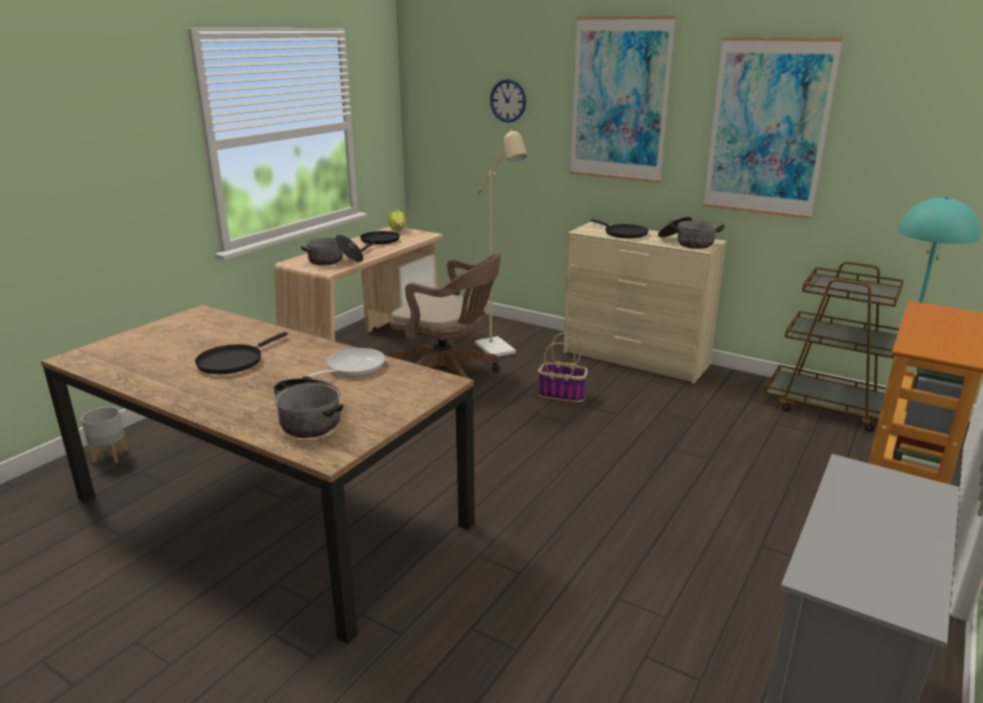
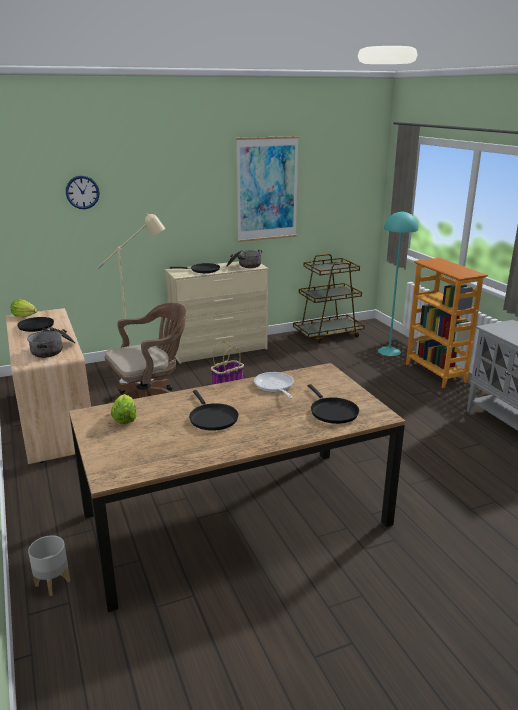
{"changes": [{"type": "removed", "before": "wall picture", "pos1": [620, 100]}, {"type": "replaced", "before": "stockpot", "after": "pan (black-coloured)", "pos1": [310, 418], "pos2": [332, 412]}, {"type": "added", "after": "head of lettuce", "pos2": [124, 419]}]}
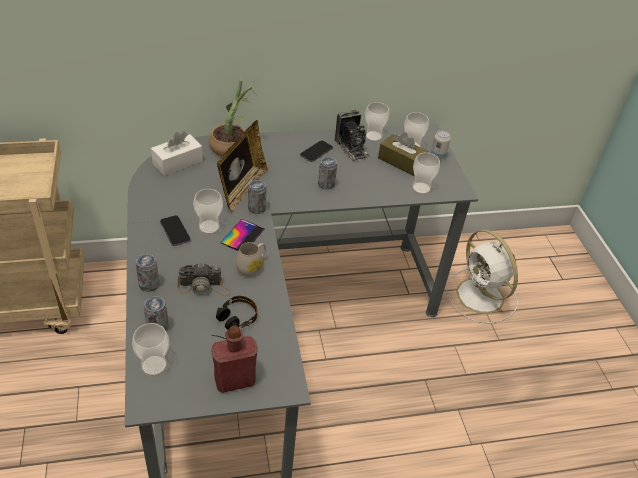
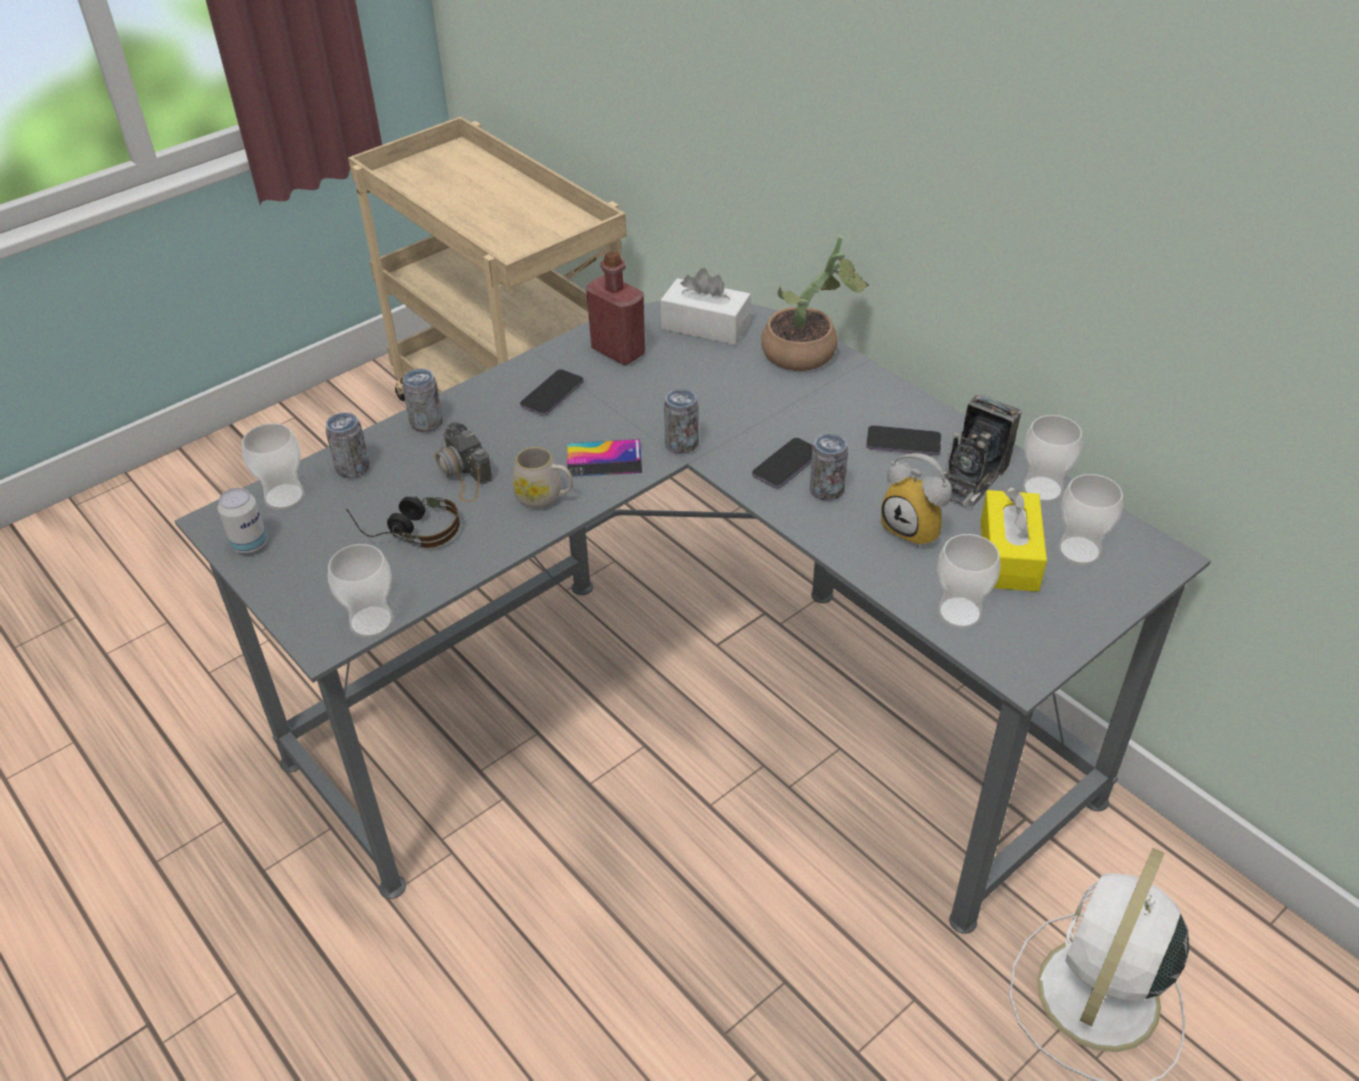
{"changes": [{"type": "removed", "before": "photo frame", "pos1": [242, 189]}, {"type": "moved", "before": "sealed can", "pos1": [438, 156], "pos2": [250, 544]}, {"type": "recoloured", "before": "tissue box (brown)", "after": "tissue box (yellow)", "pos1": [401, 162], "pos2": [1009, 555]}, {"type": "moved", "before": "drinking cup", "pos1": [209, 227], "pos2": [371, 622]}, {"type": "moved", "before": "bottle (red)", "pos1": [235, 380], "pos2": [618, 351]}, {"type": "added", "after": "handset", "pos2": [786, 465]}, {"type": "added", "after": "bedside clock", "pos2": [917, 529]}]}
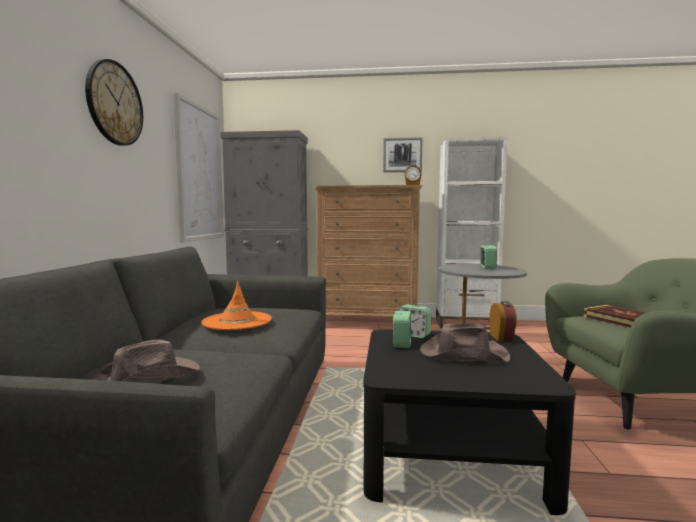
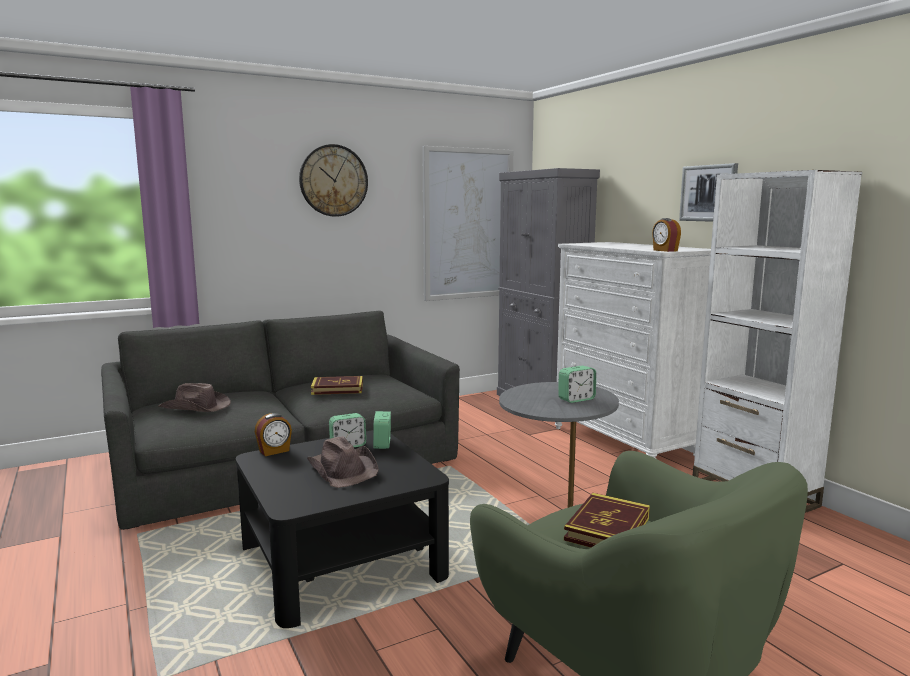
{"changes": [{"type": "recoloured", "before": "drawer chest (brown)", "after": "drawer chest (white-coloured)", "pos1": [368, 322], "pos2": [624, 443]}, {"type": "replaced", "before": "wearable hat (orange-coloured)", "after": "book", "pos1": [237, 321], "pos2": [337, 389]}, {"type": "moved", "before": "bedside clock", "pos1": [502, 337], "pos2": [274, 451]}]}
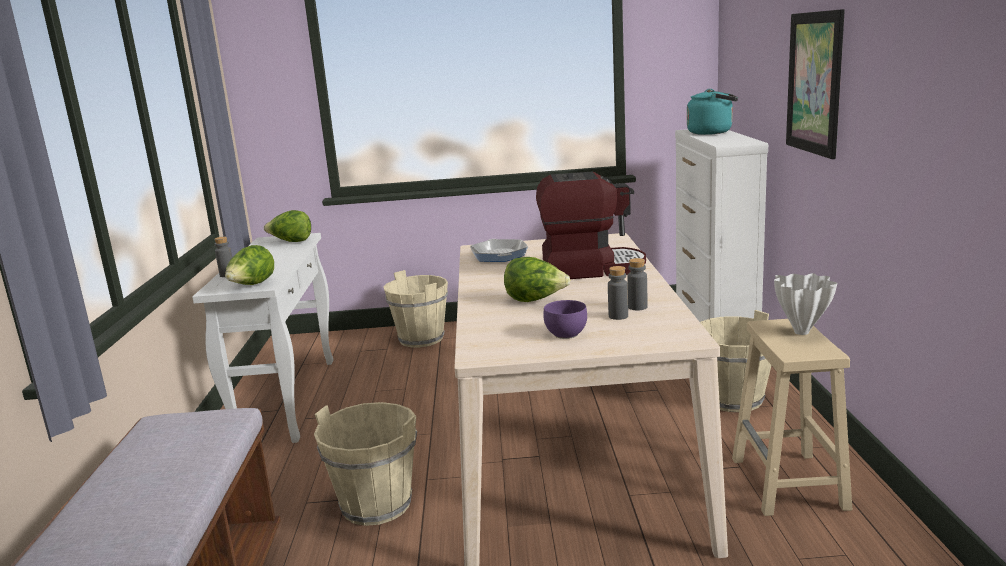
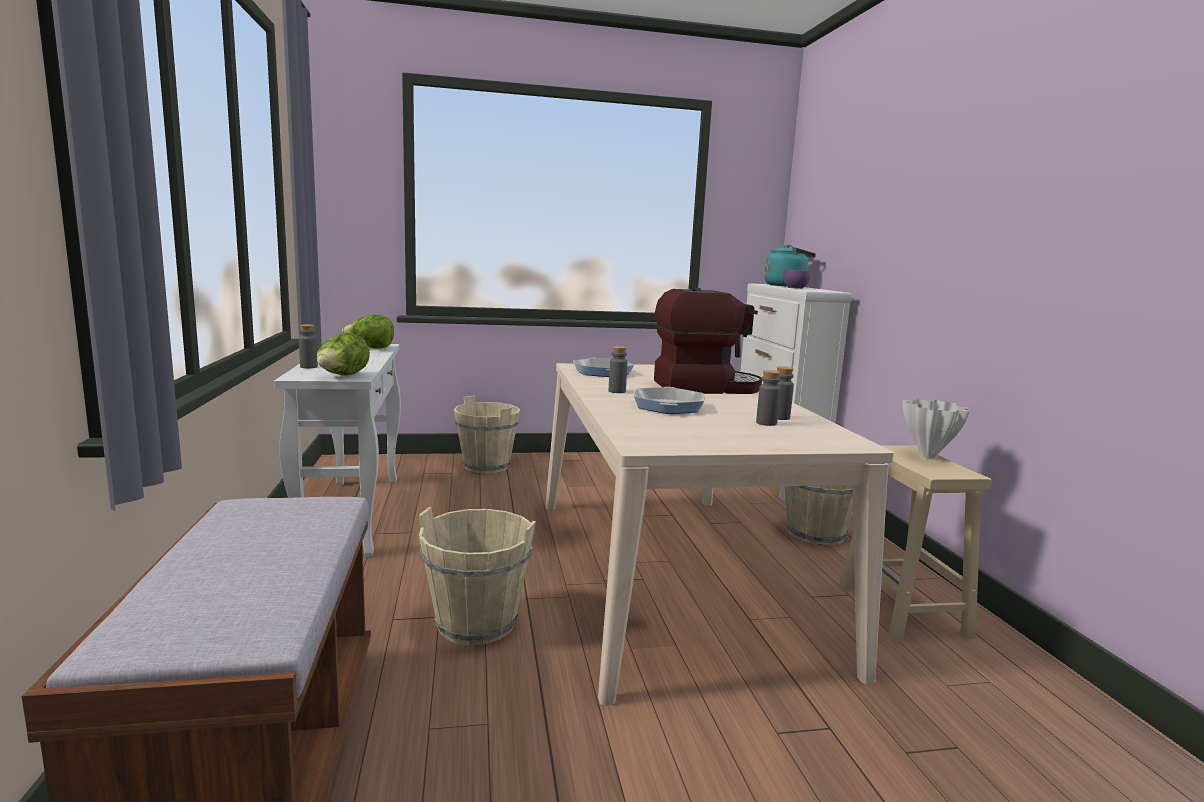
{"changes": [{"type": "removed", "before": "wall picture", "pos1": [814, 83]}, {"type": "replaced", "before": "head of lettuce", "after": "pan", "pos1": [535, 300], "pos2": [668, 406]}, {"type": "moved", "before": "deep dish (purple-coloured)", "pos1": [565, 334], "pos2": [794, 288]}, {"type": "added", "after": "bottle (grey)", "pos2": [617, 391]}]}
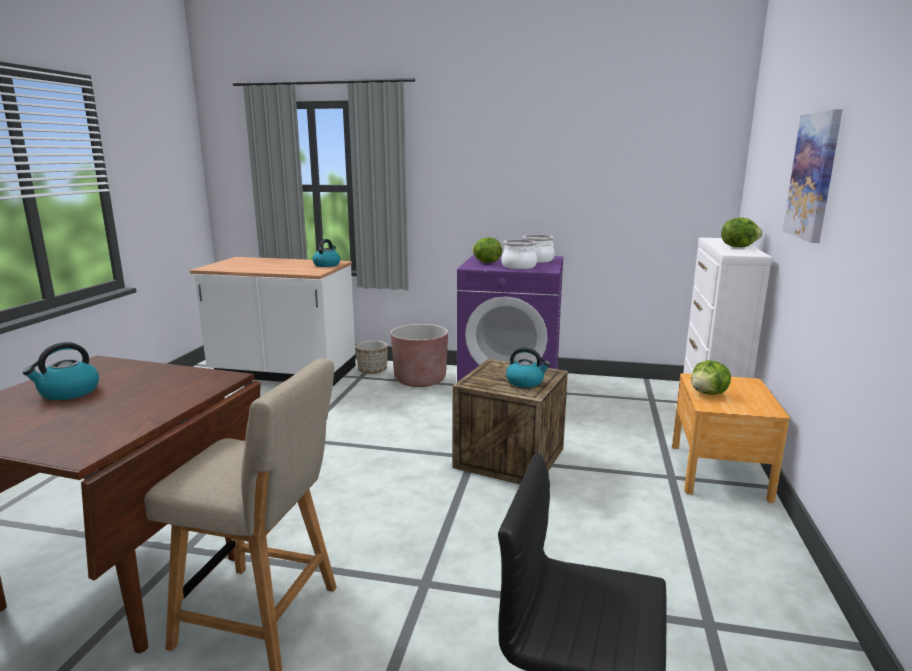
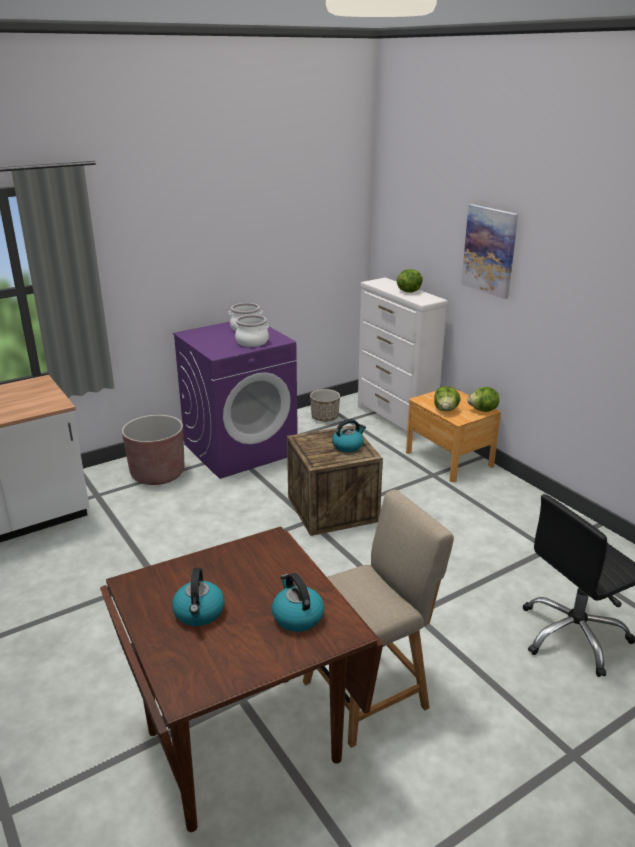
{"changes": [{"type": "moved", "before": "head of lettuce", "pos1": [486, 262], "pos2": [483, 410]}, {"type": "moved", "before": "kettle", "pos1": [327, 265], "pos2": [297, 616]}, {"type": "moved", "before": "flower pot", "pos1": [372, 370], "pos2": [325, 417]}]}
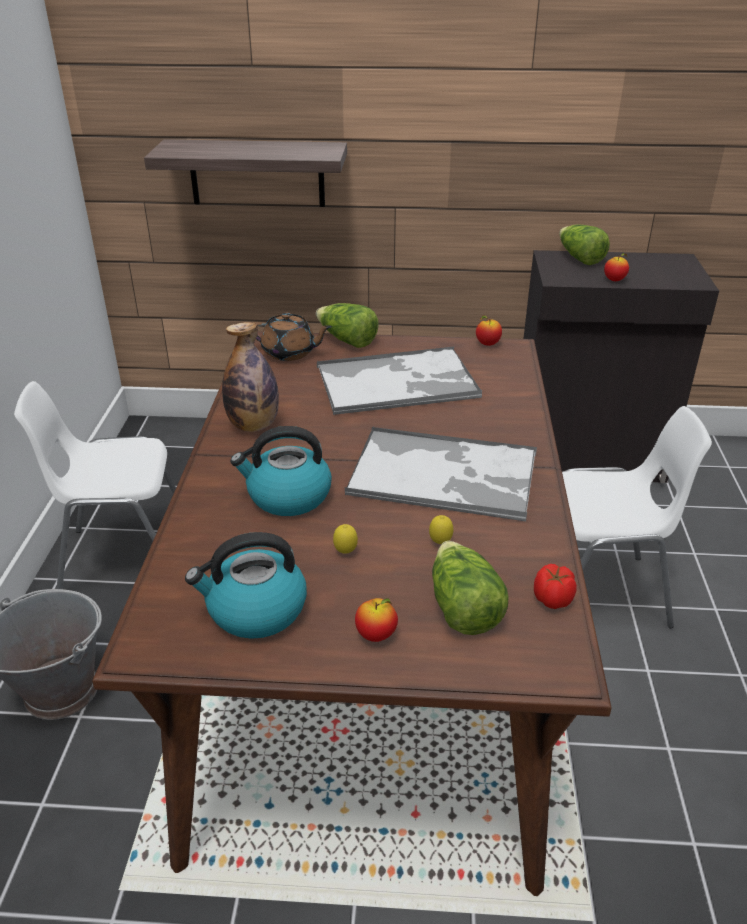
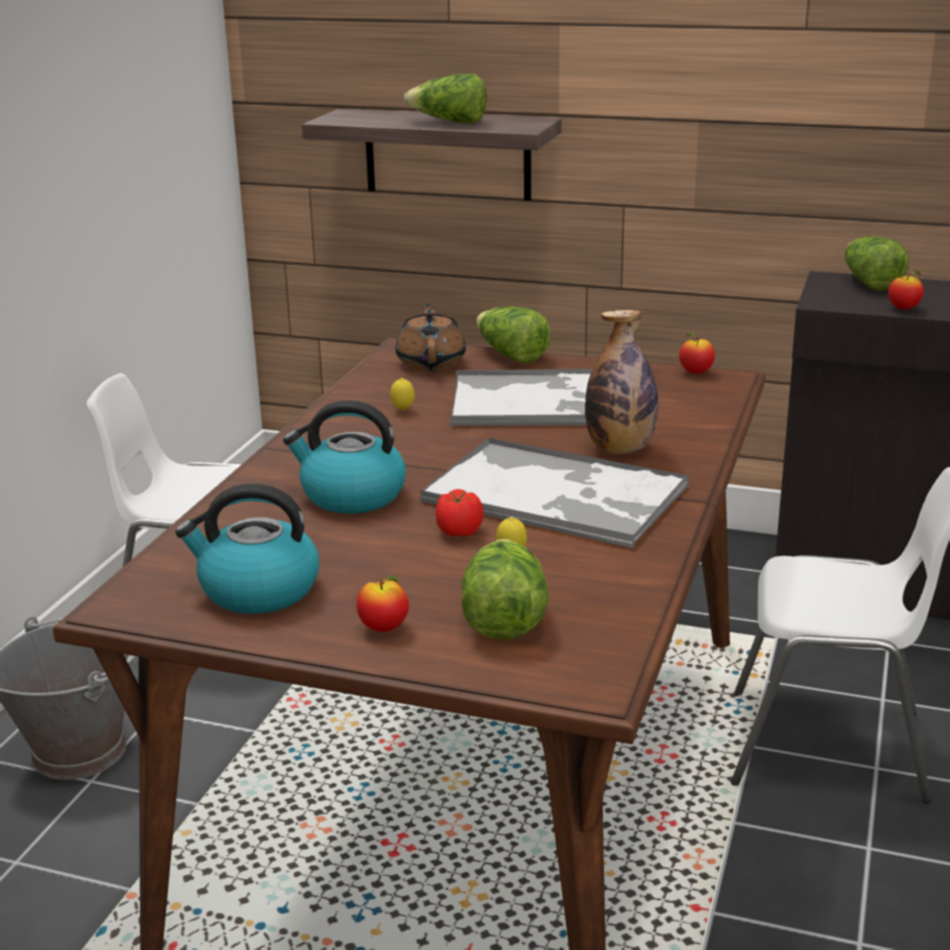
{"changes": [{"type": "turned", "before": "pot for tea (brown)", "pos1": [290, 353], "pos2": [431, 362], "turn": -120}, {"type": "moved", "before": "bottle", "pos1": [253, 425], "pos2": [620, 449]}, {"type": "moved", "before": "citrus fruit", "pos1": [345, 552], "pos2": [403, 410]}, {"type": "moved", "before": "fresh tomato", "pos1": [552, 600], "pos2": [458, 532]}, {"type": "added", "after": "head of lettuce", "pos2": [449, 122]}]}
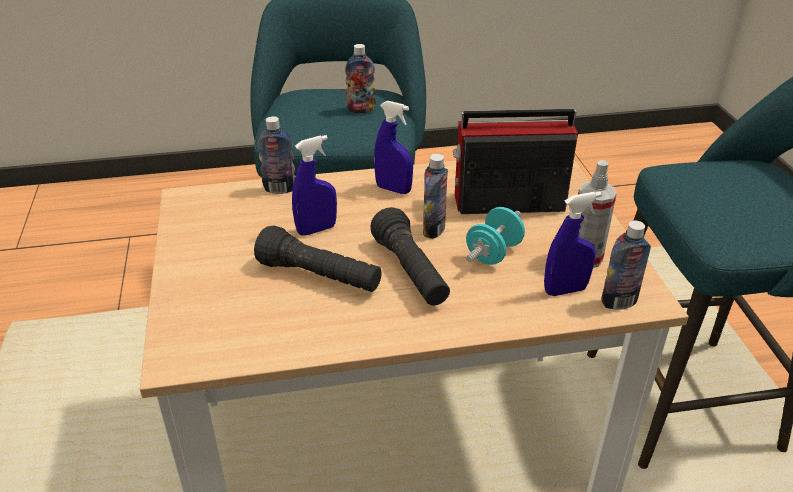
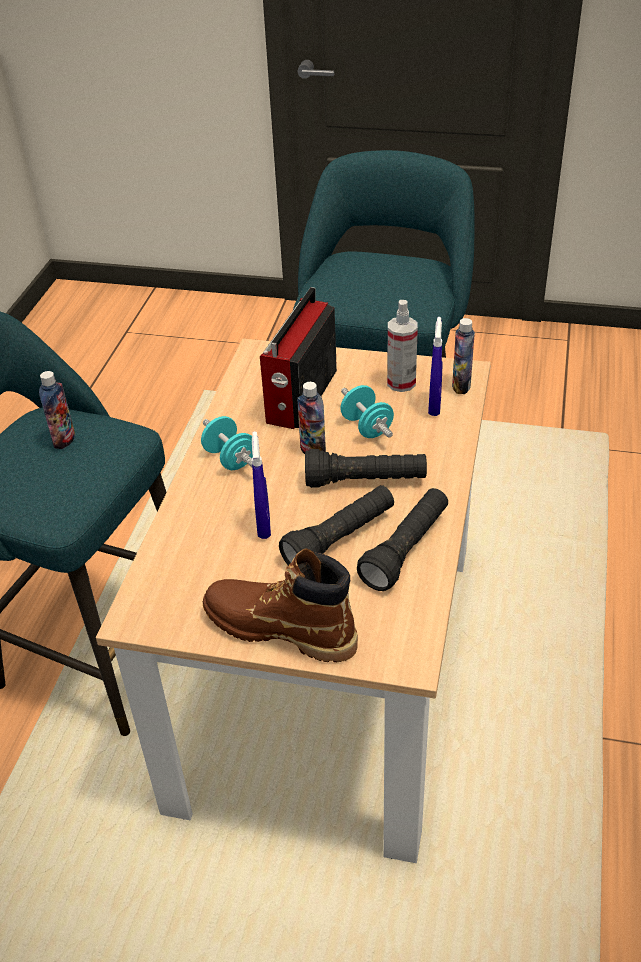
{"changes": [{"type": "replaced", "before": "sprayer (blue)", "after": "hand weight (blue-green)", "pos1": [393, 189], "pos2": [230, 458]}, {"type": "removed", "before": "bottle", "pos1": [280, 189]}, {"type": "added", "after": "torch (black-coloured)", "pos2": [406, 550]}, {"type": "added", "after": "boot (brown)", "pos2": [280, 629]}]}
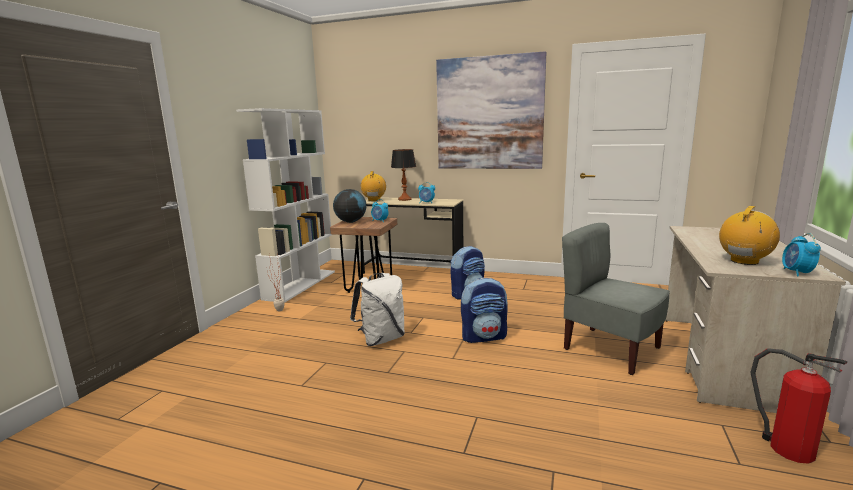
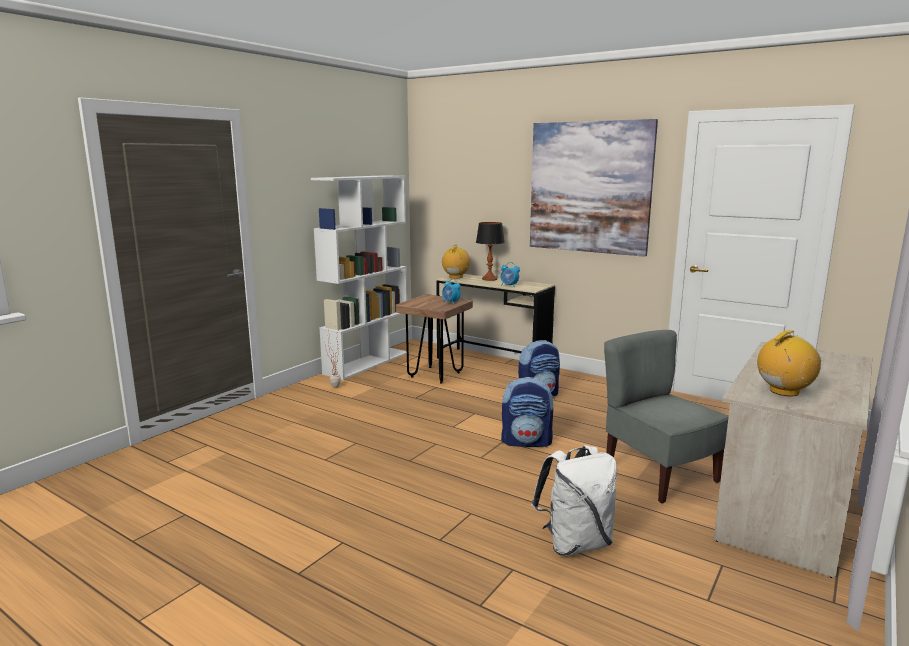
{"changes": [{"type": "removed", "before": "world globe", "pos1": [351, 222]}, {"type": "removed", "before": "bedside clock", "pos1": [796, 273]}, {"type": "moved", "before": "knapsack (white-coloured)", "pos1": [381, 339], "pos2": [575, 543]}, {"type": "removed", "before": "fire-fighting cylinder", "pos1": [787, 448]}]}
